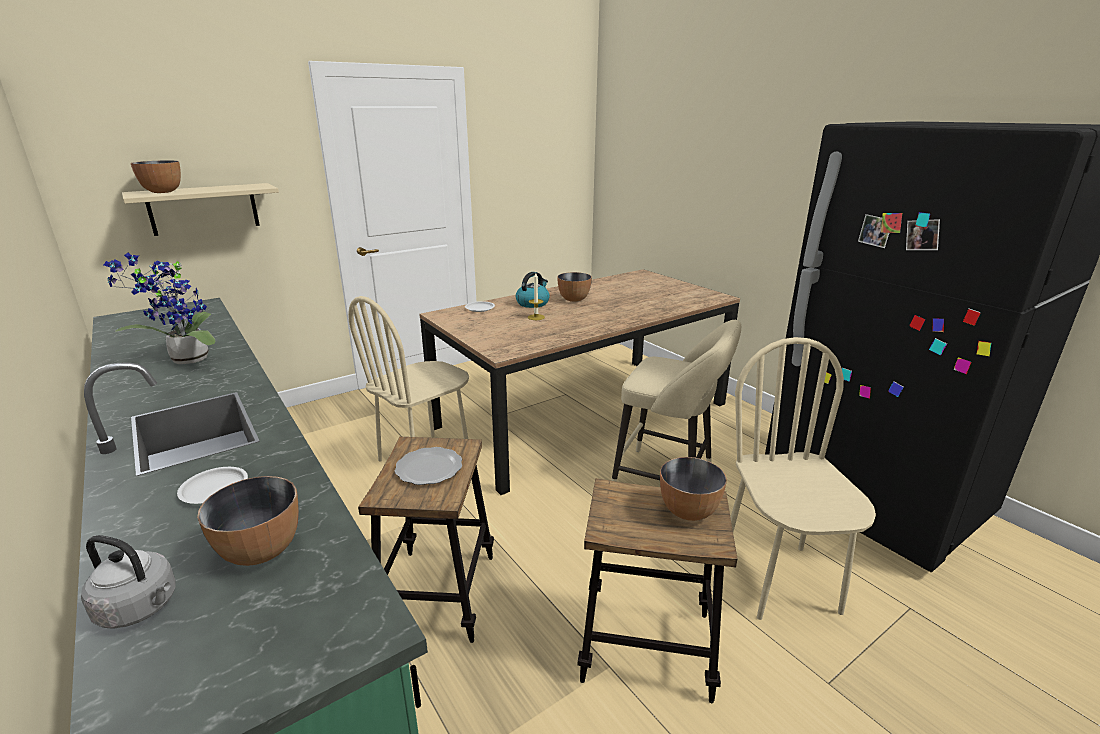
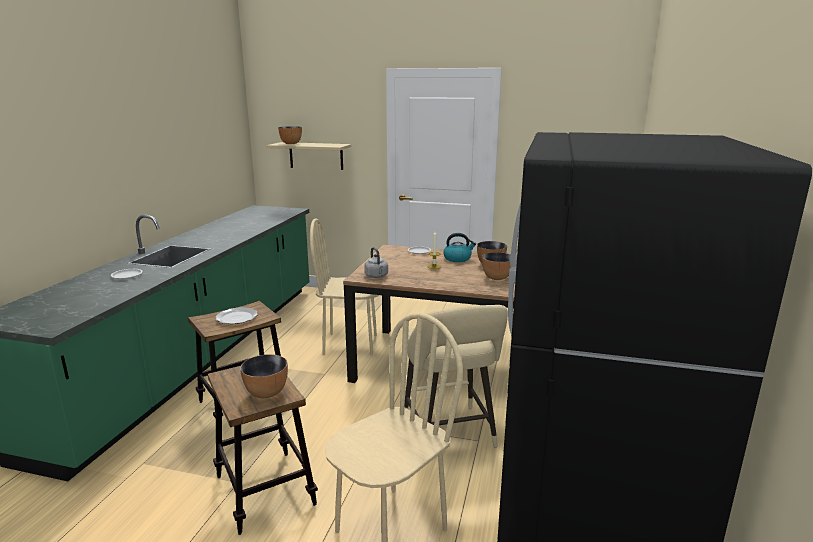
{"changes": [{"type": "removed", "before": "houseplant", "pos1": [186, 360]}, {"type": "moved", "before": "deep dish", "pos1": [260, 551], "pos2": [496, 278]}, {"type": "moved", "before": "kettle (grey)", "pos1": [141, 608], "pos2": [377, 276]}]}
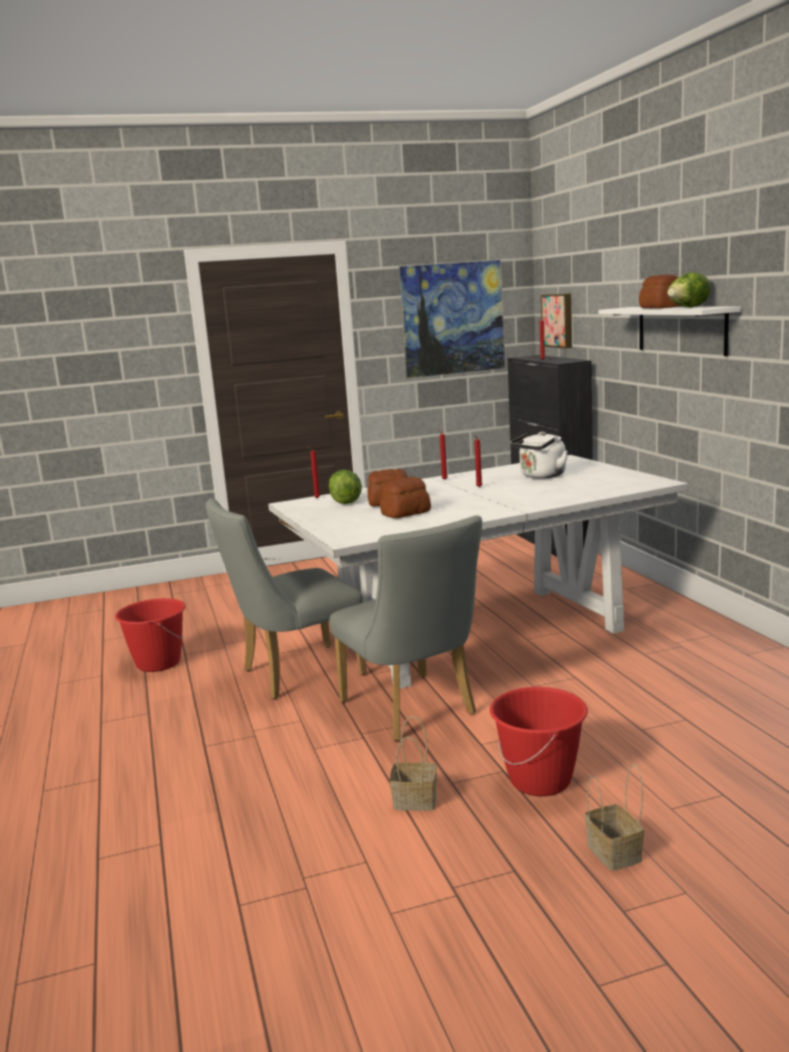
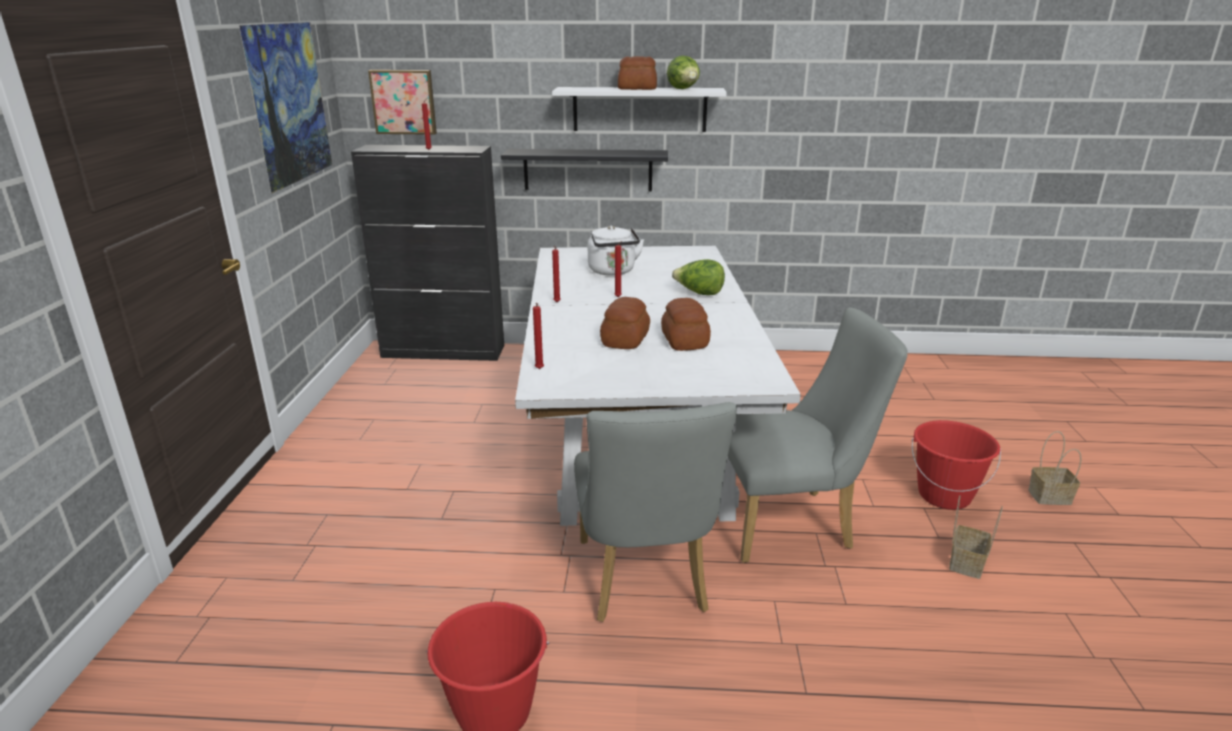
{"changes": [{"type": "moved", "before": "head of lettuce", "pos1": [346, 502], "pos2": [699, 293]}, {"type": "added", "after": "wall shelf (black-coloured)", "pos2": [587, 170]}]}
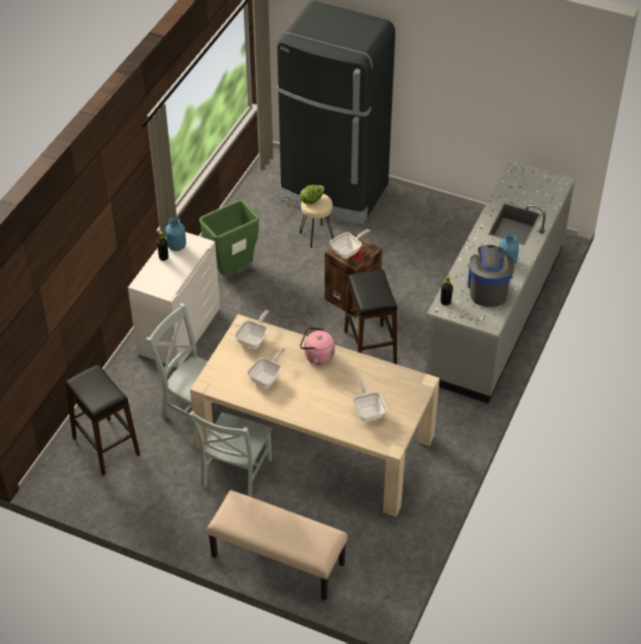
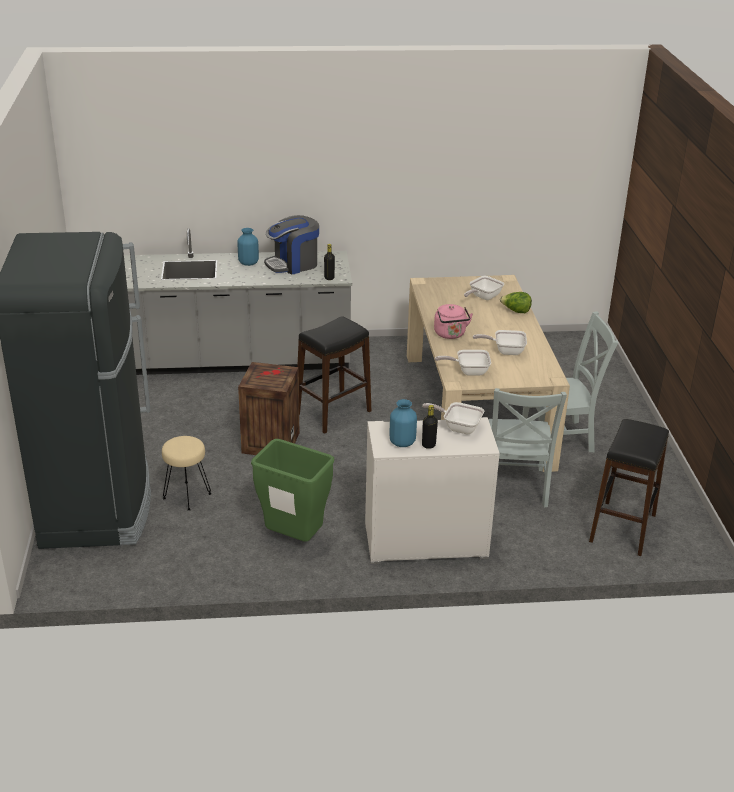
{"changes": [{"type": "moved", "before": "head of lettuce", "pos1": [312, 200], "pos2": [515, 311]}, {"type": "moved", "before": "pan", "pos1": [348, 251], "pos2": [458, 427]}, {"type": "removed", "before": "indoor bench (beige)", "pos1": [277, 560]}]}
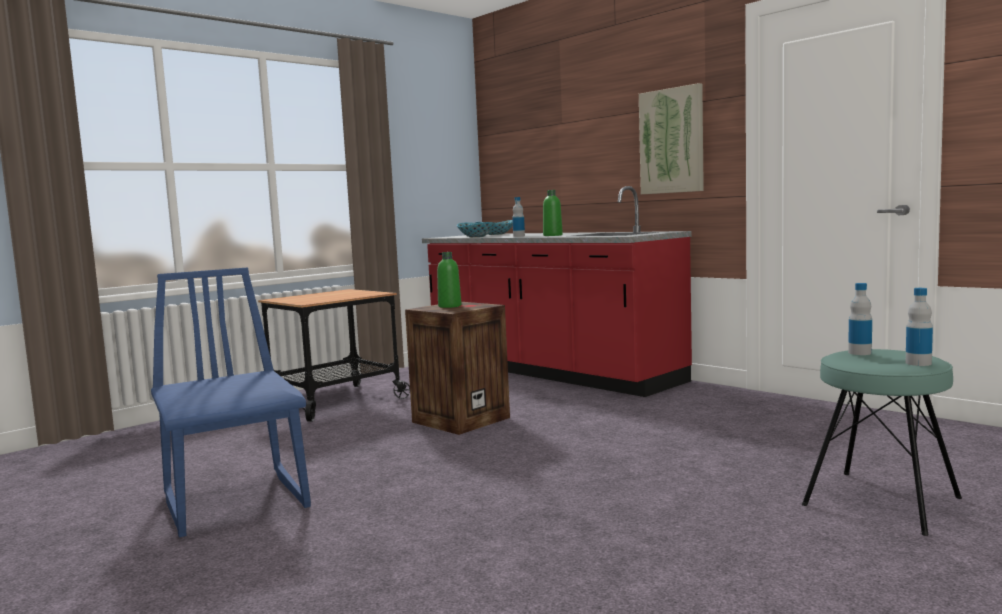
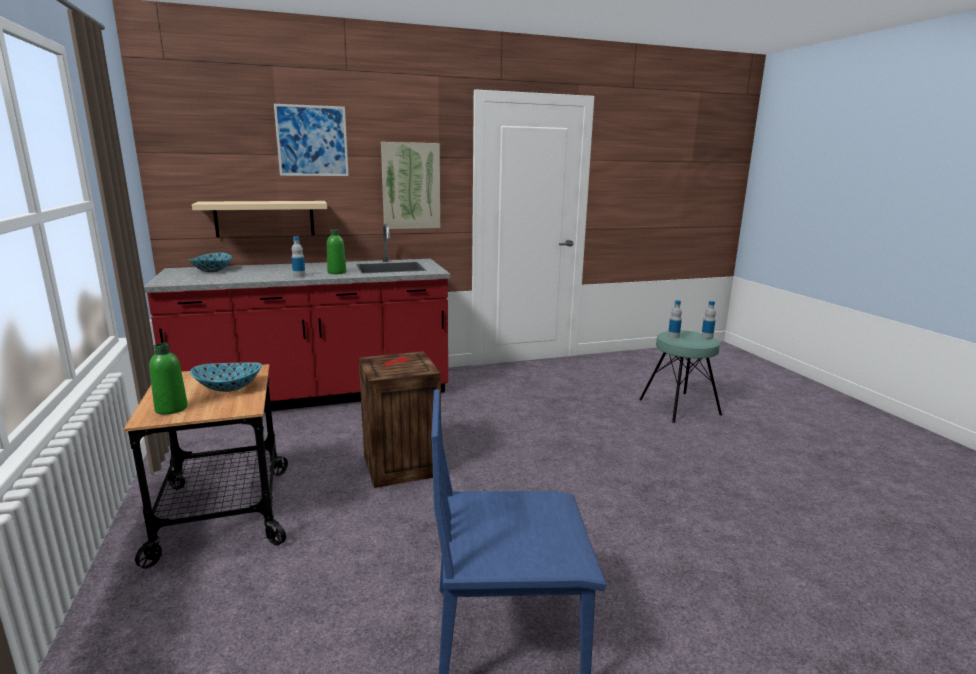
{"changes": [{"type": "moved", "before": "deep dish", "pos1": [476, 237], "pos2": [229, 387]}, {"type": "moved", "before": "bottle (green)", "pos1": [449, 306], "pos2": [171, 409]}, {"type": "added", "after": "wall picture", "pos2": [312, 141]}, {"type": "added", "after": "wall shelf (beige)", "pos2": [265, 218]}]}
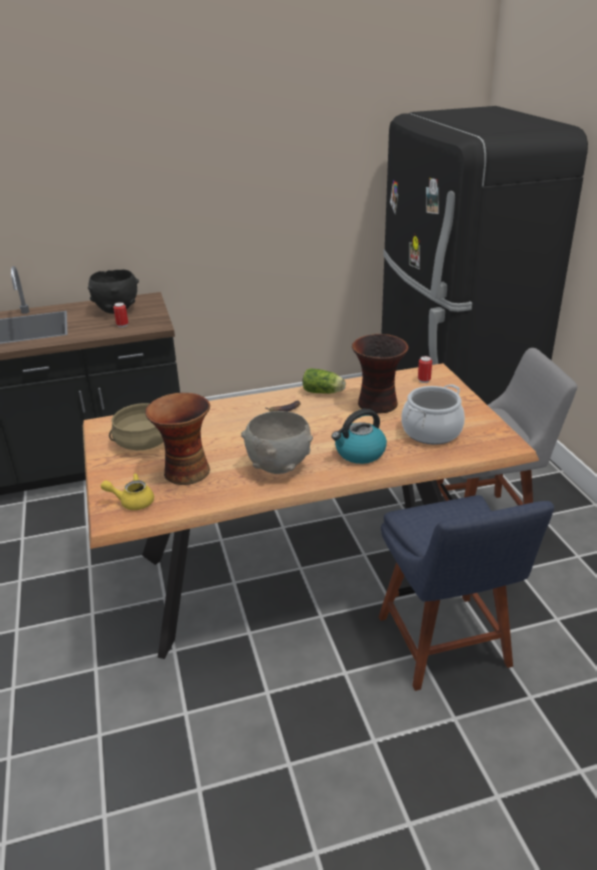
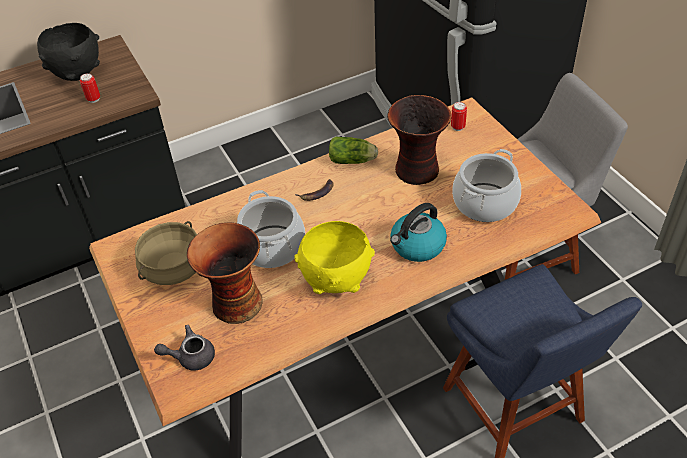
{"changes": [{"type": "recoloured", "before": "deep dish (grey)", "after": "deep dish (yellow)", "pos1": [278, 467], "pos2": [336, 280]}, {"type": "recoloured", "before": "pot for tea (yellow)", "after": "pot for tea (grey)", "pos1": [132, 501], "pos2": [190, 357]}, {"type": "added", "after": "stockpot", "pos2": [271, 247]}]}
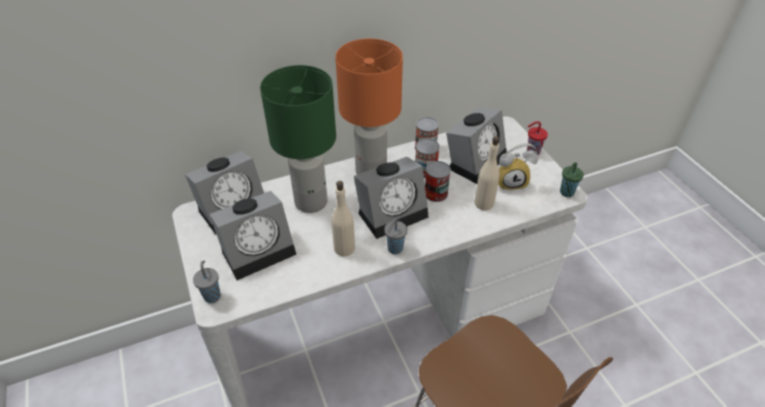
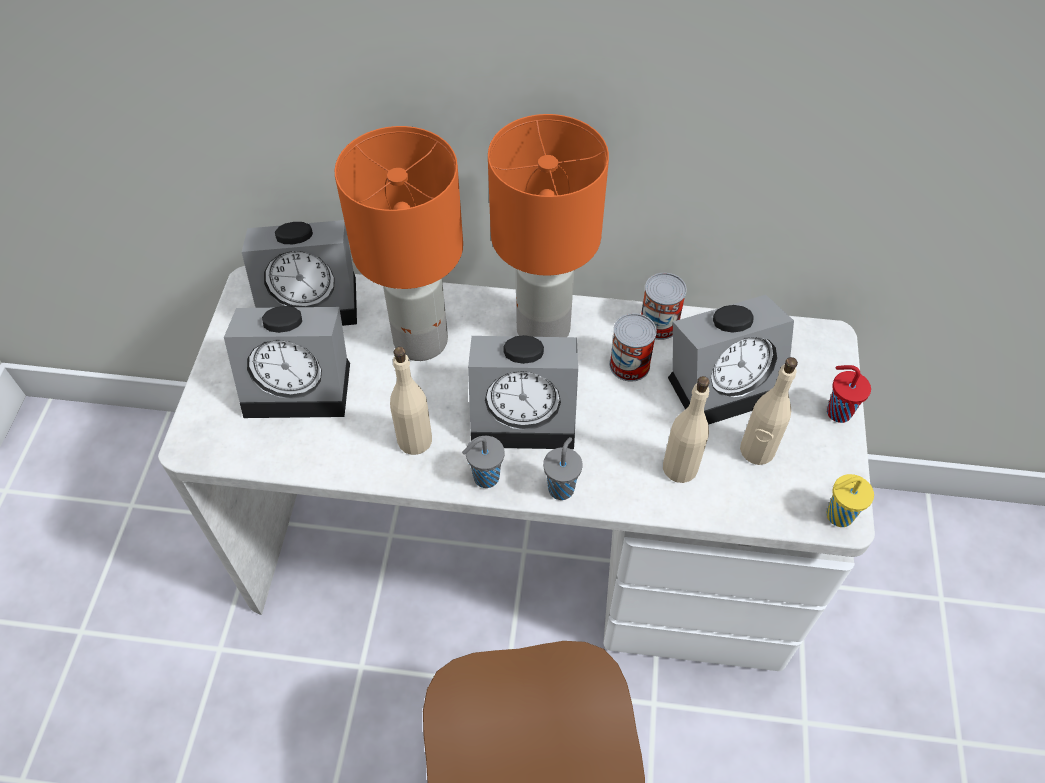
{"changes": [{"type": "recoloured", "before": "table lamp (green)", "after": "table lamp (orange-coloured)", "pos1": [312, 201], "pos2": [422, 340]}, {"type": "replaced", "before": "bedside clock", "after": "bottle (beige)", "pos1": [511, 182], "pos2": [757, 450]}, {"type": "removed", "before": "sealed can", "pos1": [436, 193]}, {"type": "recoloured", "before": "drinking cup (green)", "after": "drinking cup (yellow)", "pos1": [566, 193], "pos2": [837, 516]}, {"type": "moved", "before": "drinking cup (grey)", "pos1": [212, 295], "pos2": [561, 487]}]}
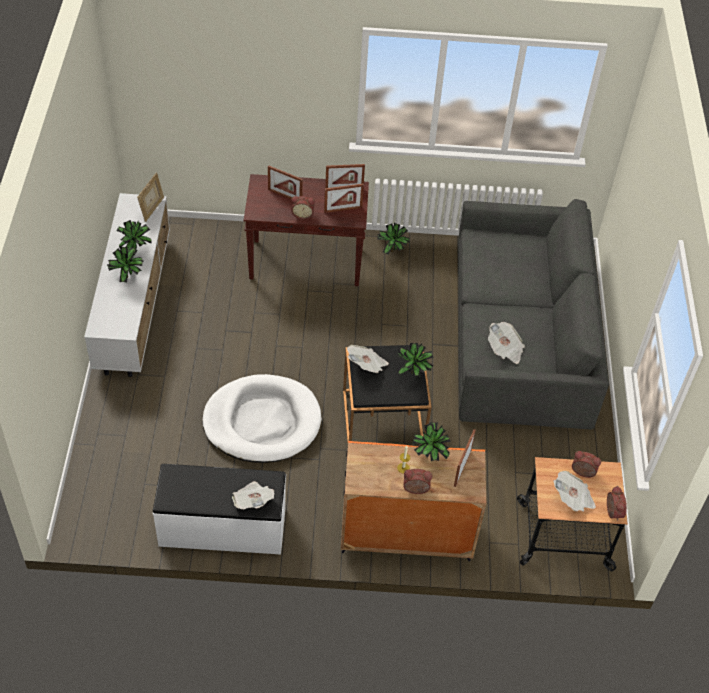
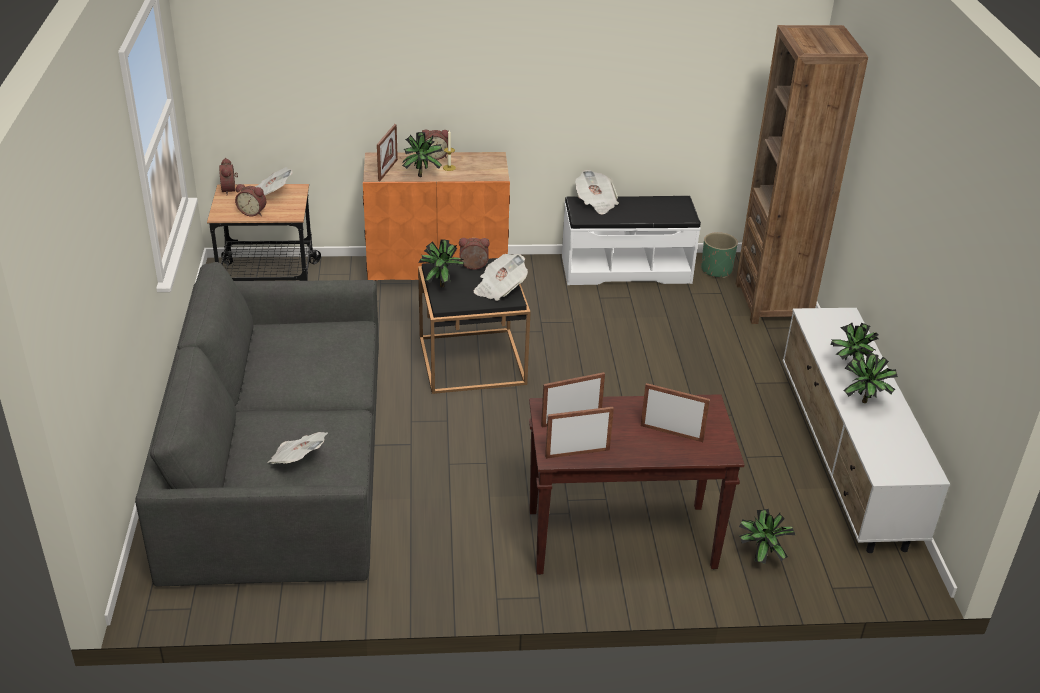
{"changes": [{"type": "removed", "before": "photo frame", "pos1": [152, 209]}, {"type": "moved", "before": "bedside clock", "pos1": [303, 214], "pos2": [473, 267]}, {"type": "moved", "before": "houseplant", "pos1": [393, 252], "pos2": [760, 556]}, {"type": "moved", "before": "printed paper", "pos1": [505, 349], "pos2": [298, 460]}, {"type": "removed", "before": "dog cushion (white-coloured)", "pos1": [262, 422]}, {"type": "added", "after": "shelving unit (brown)", "pos2": [773, 303]}, {"type": "added", "after": "flower pot (green)", "pos2": [716, 270]}]}
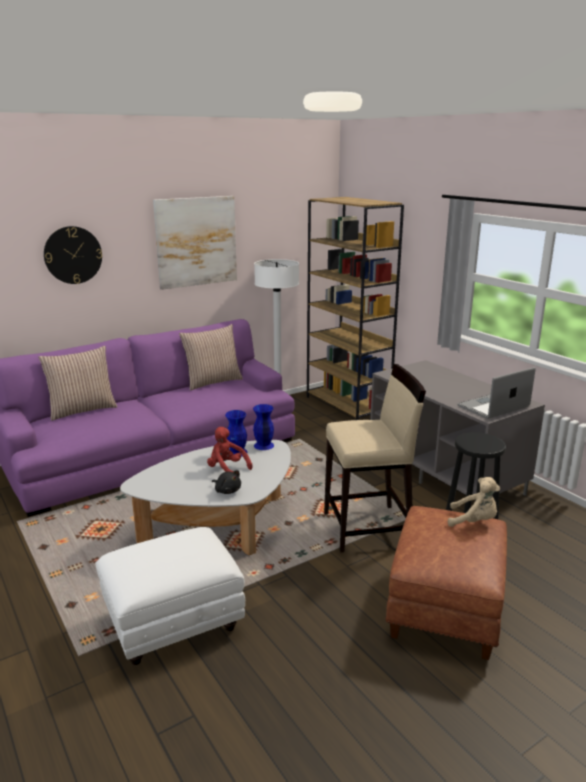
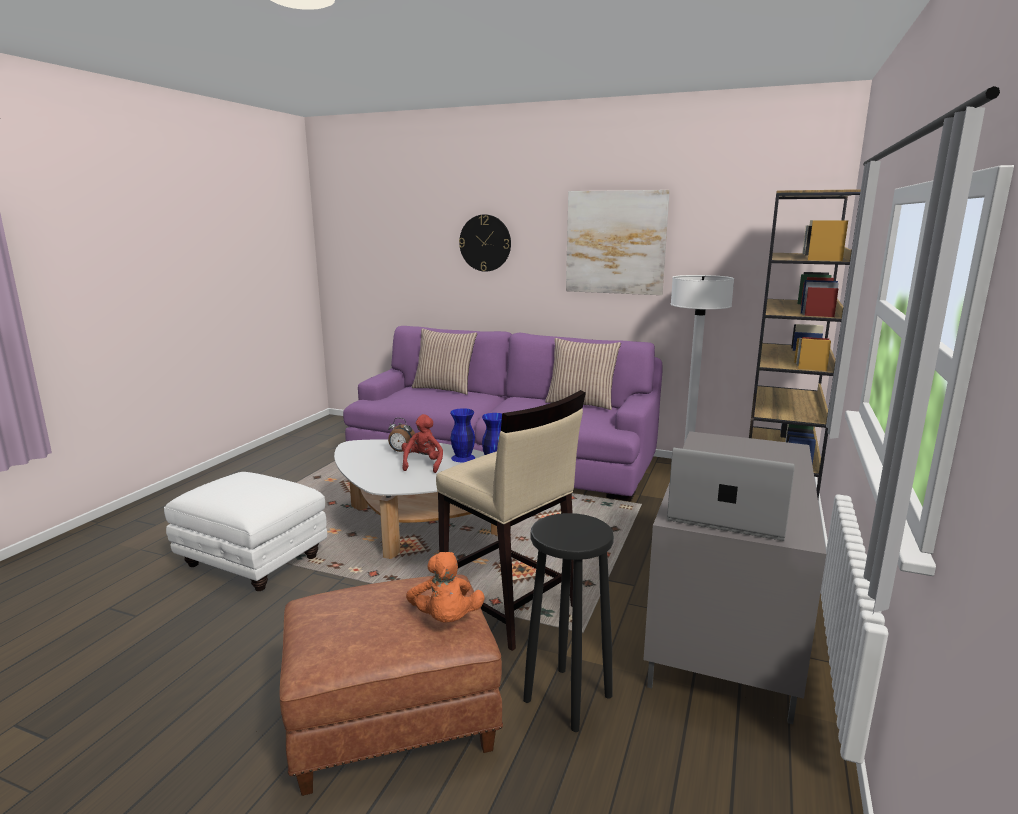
{"changes": [{"type": "removed", "before": "cuddly toy (black-coloured)", "pos1": [227, 490]}, {"type": "recoloured", "before": "cuddly toy (beige)", "after": "cuddly toy (orange-coloured)", "pos1": [474, 521], "pos2": [445, 619]}, {"type": "added", "after": "bedside clock", "pos2": [401, 452]}]}
